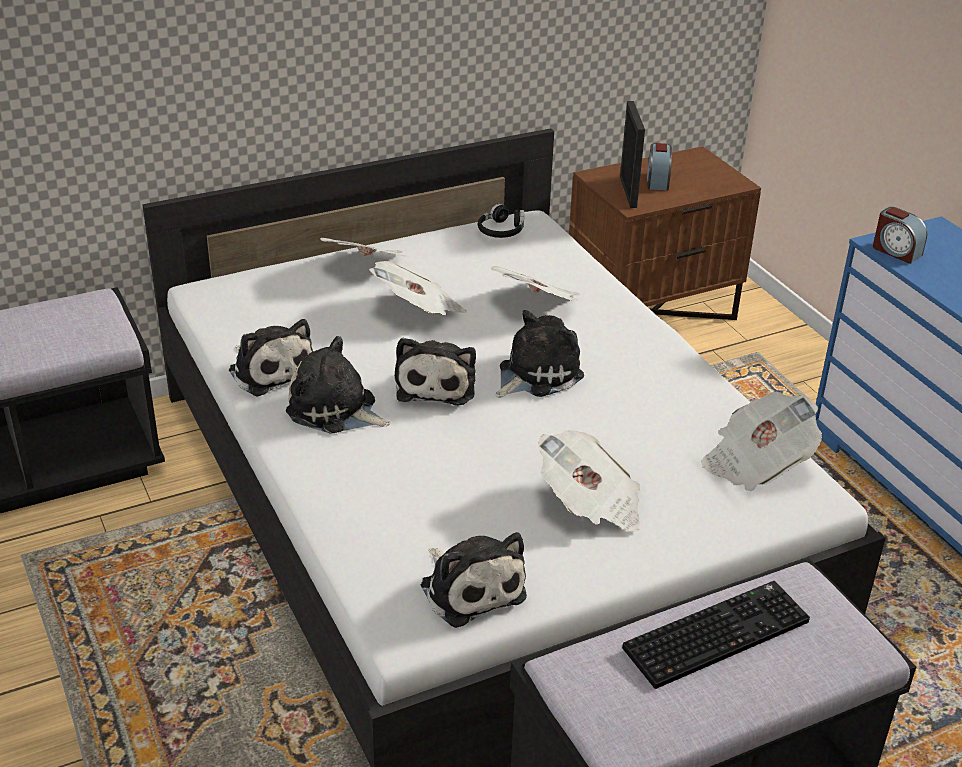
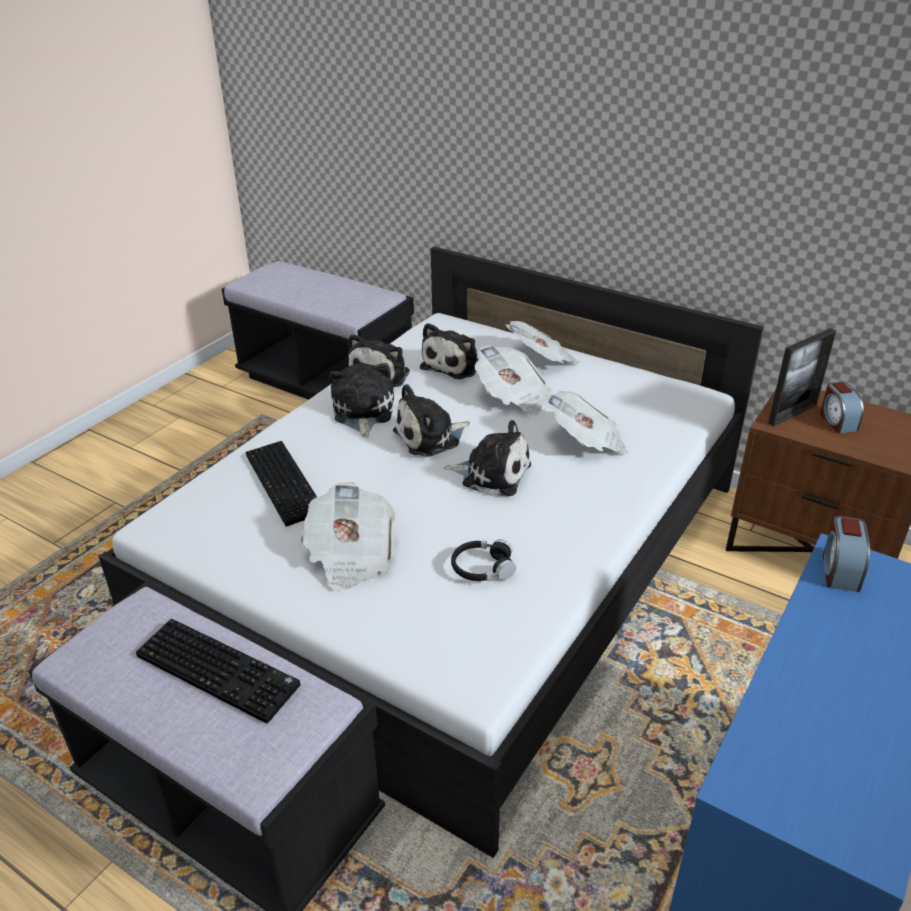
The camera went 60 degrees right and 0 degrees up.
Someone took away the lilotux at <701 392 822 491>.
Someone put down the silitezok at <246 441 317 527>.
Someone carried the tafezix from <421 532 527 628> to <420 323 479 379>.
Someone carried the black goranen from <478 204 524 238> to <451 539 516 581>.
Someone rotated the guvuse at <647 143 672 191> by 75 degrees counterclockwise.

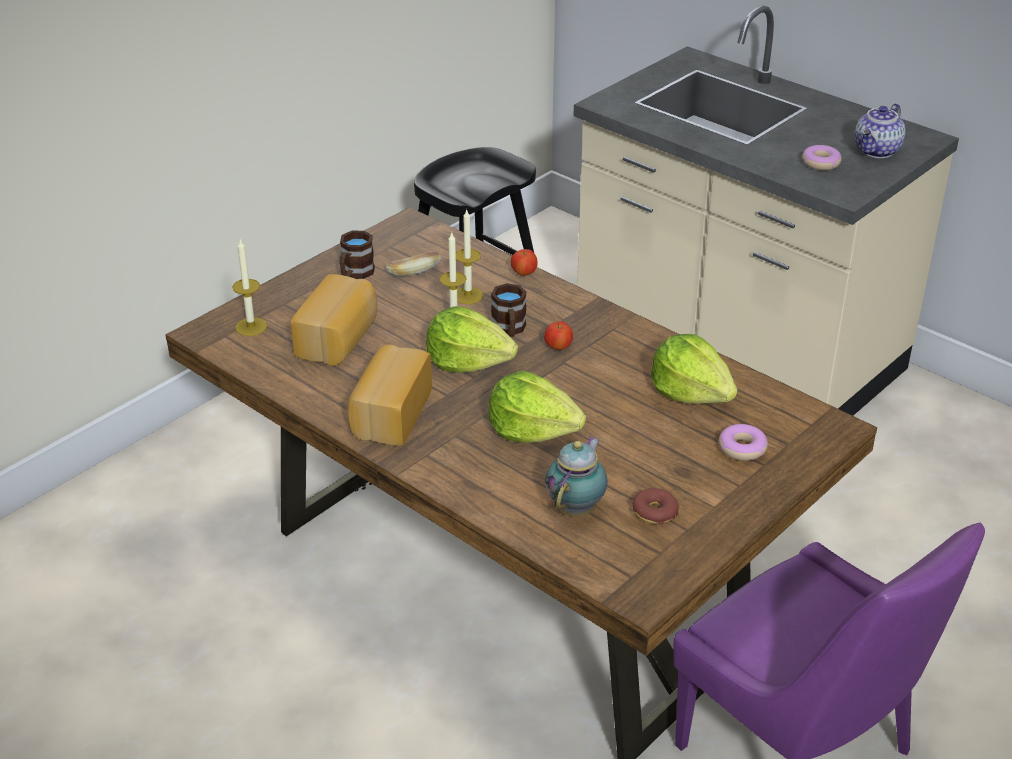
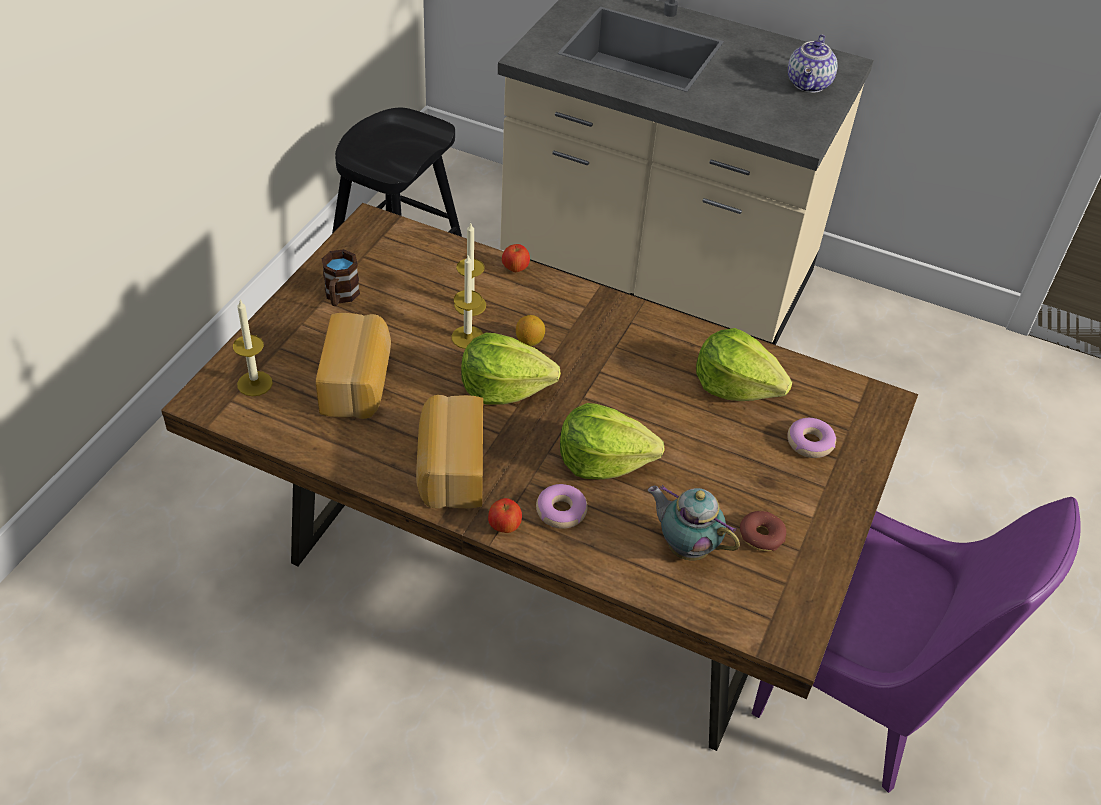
The camera went 20 degrees left and 10 degrees up.
Someone took away the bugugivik at <387 252 441 276>.
Someone carried the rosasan from <544 321 573 350> to <488 498 522 533>.
Someone carried the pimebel from <802 145 842 170> to <536 484 588 529>.
Someone swapped the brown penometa at <491 283 527 337> for the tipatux at <516 315 545 346>.
Someone rotated the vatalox at <545 436 608 516> by 60 degrees counterclockwise.

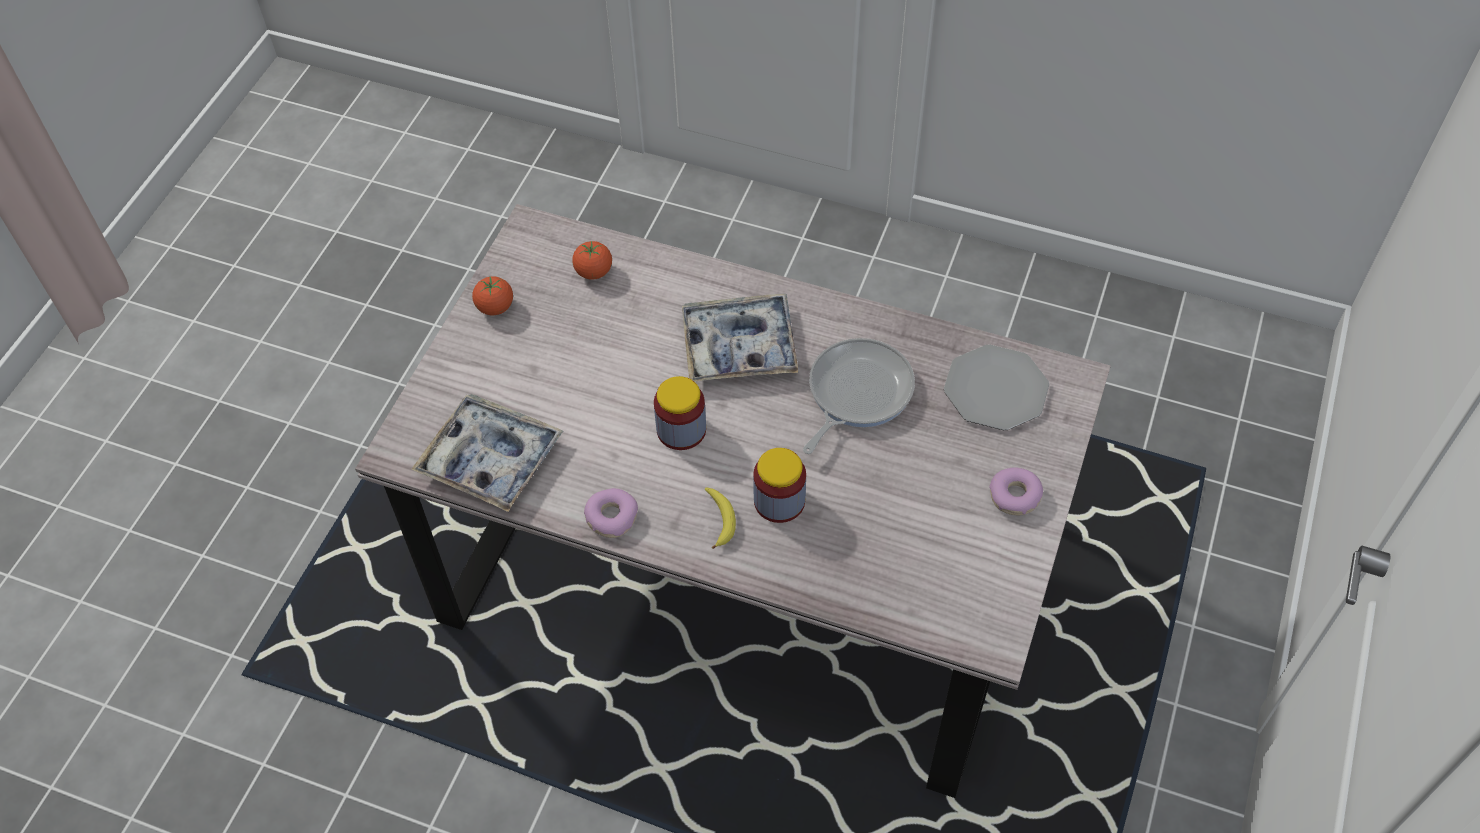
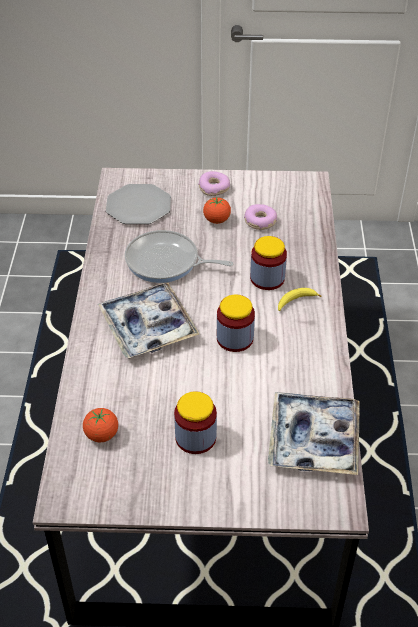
The camera went 110 degrees left and 10 degrees down.
Someone put down the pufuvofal at <174 391 217 454>.
Someone carried the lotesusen from <472 276 513 315> to <203 197 231 224>.
Someone carried the pimebel from <584 488 638 538> to <244 204 277 230>.

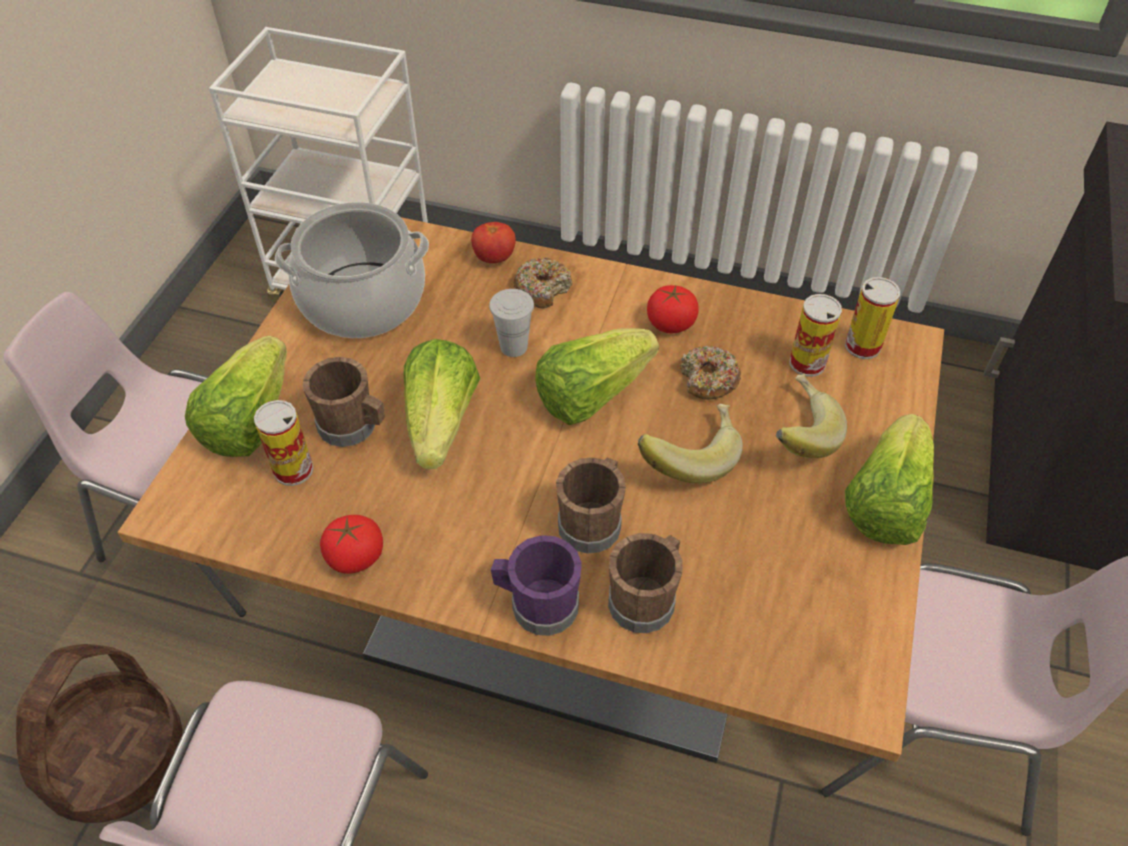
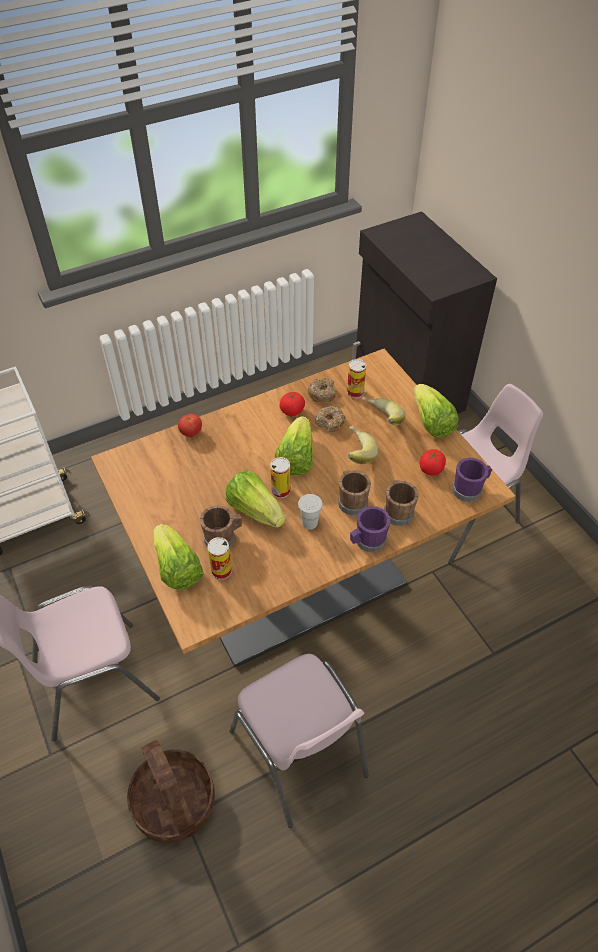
The camera went 45 degrees left and 0 degrees up.
Someone took away the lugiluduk at <275 202 429 338>.
Someone put down the purple penometa at <452 458 492 502>.
Someone carried the lotesusen from <320 515 383 574> to <420 449 446 476>.
Someone carried the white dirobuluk from <489 289 534 357> to <298 494 323 530>.
Someone carried the pimebel from <514 257 573 308> to <308 378 336 402>.
Someone carried the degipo from <845 277 900 359> to <270 457 290 499>.

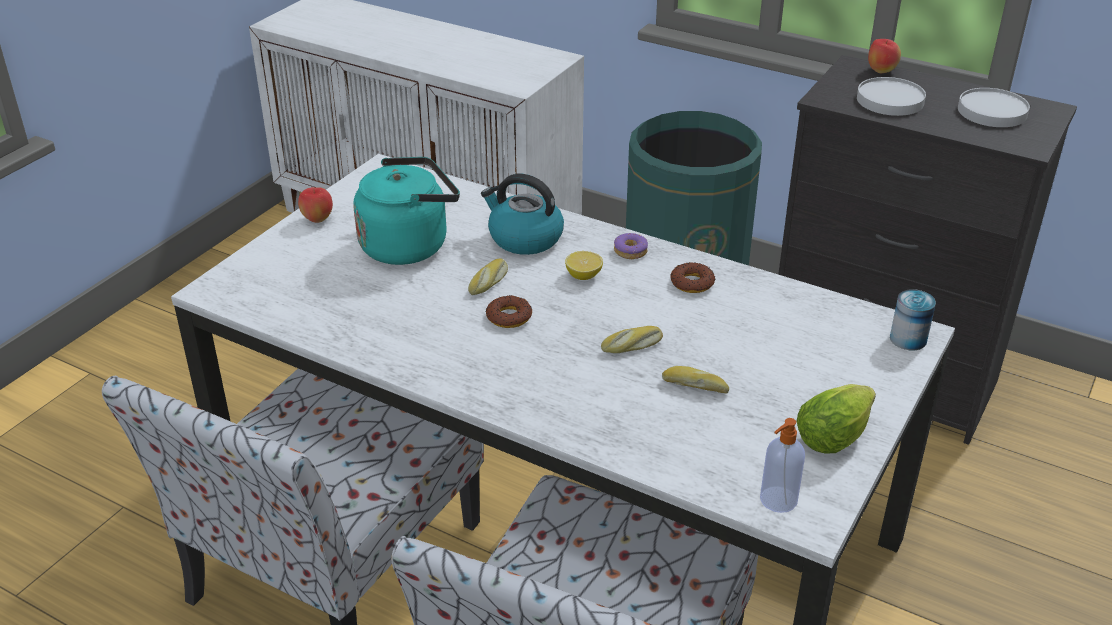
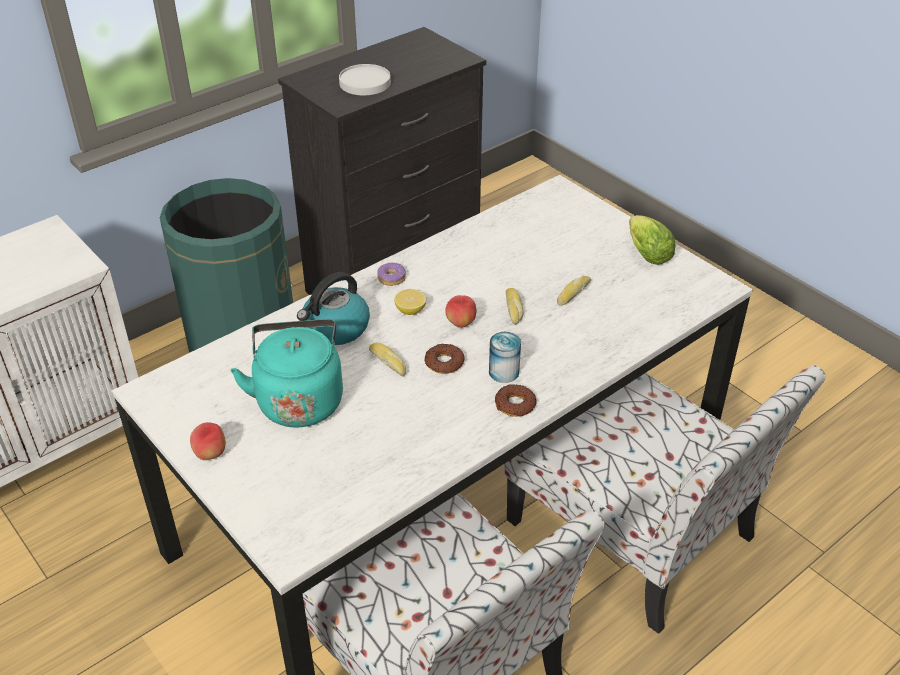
The camera went 70 degrees left and 5 degrees up.
Someone took away the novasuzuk at <760 418 805 513>.
Someone took away the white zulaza at <958 88 1030 127>.
Someone carried the pimebel from <670 262 715 293> to <495 384 537 417>.
Someone carried the rosasan from <868 39 901 73> to <445 295 476 328>.
Someone carried the degipo from <890 289 936 350> to <489 332 521 383>.

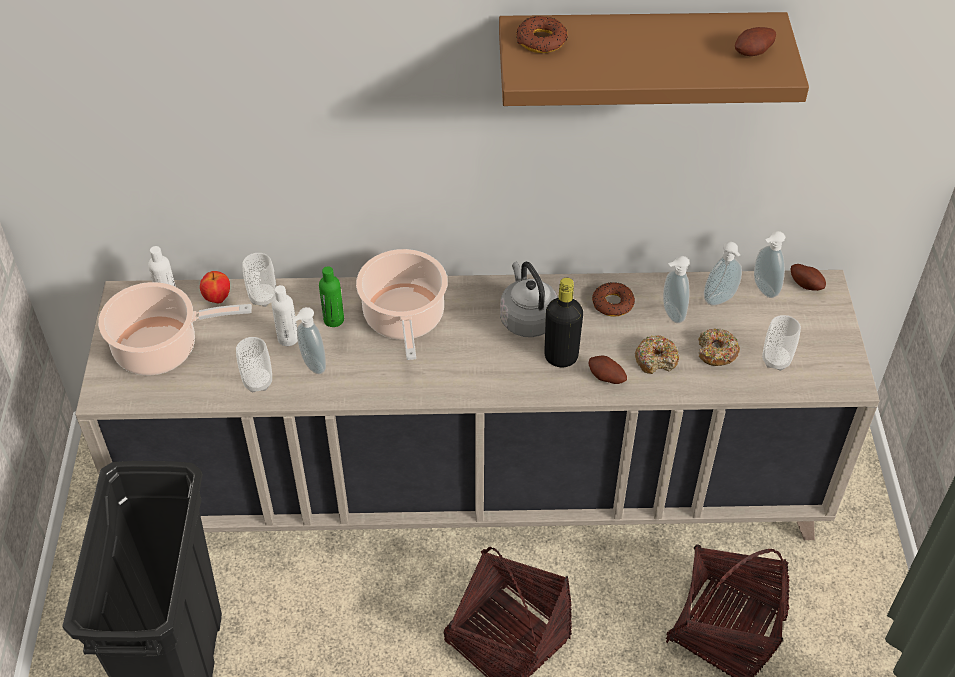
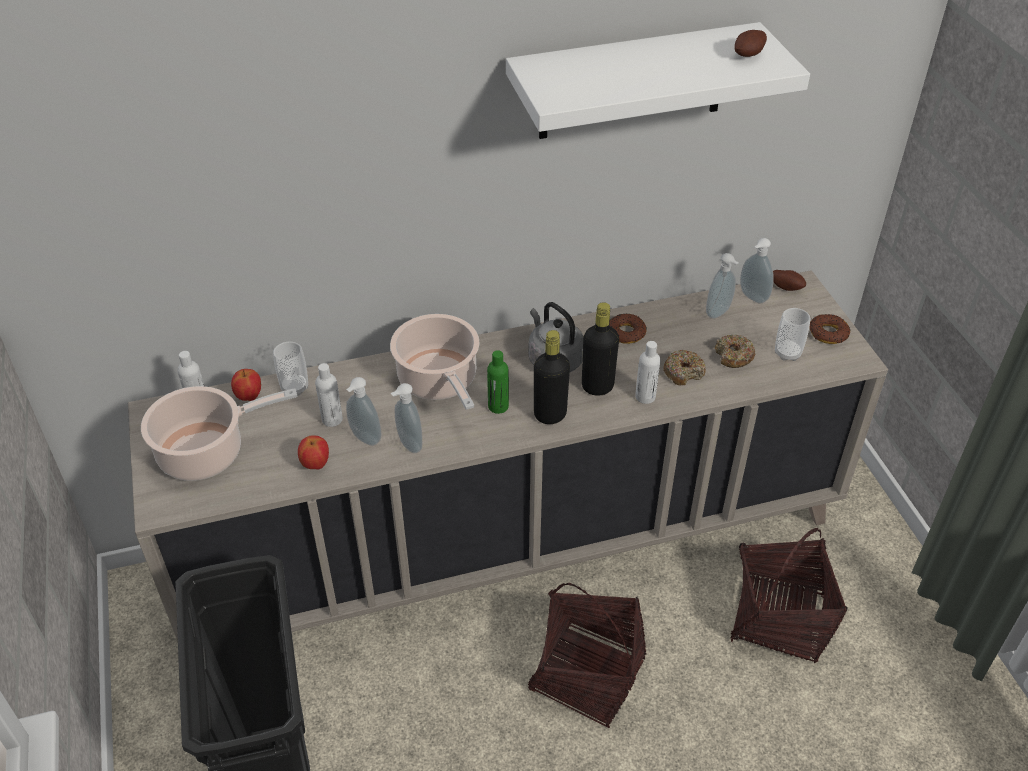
The camera went 15 degrees left and 5 degrees down.
Someone put down the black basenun at <534 330 570 424>.
Someone carried the green basenun from <319 266 344 327> to <487 350 509 414>.
Someone carried the pimebel from <516 16 568 53> to <809 314 850 344>.
Someone carried the novasuzuk from <663 256 690 323> to <391 383 422 453>.
Someone swapped the dirobuluk at <236 337 272 392> for the rosasan at <298 436 329 470>.
Someone swapped the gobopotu at <589 356 627 384> for the white basenun at <635 341 660 404>.
Someone repainted the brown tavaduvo at <499 12 809 106>, which became the white tavaduvo at <506 22 810 139>.

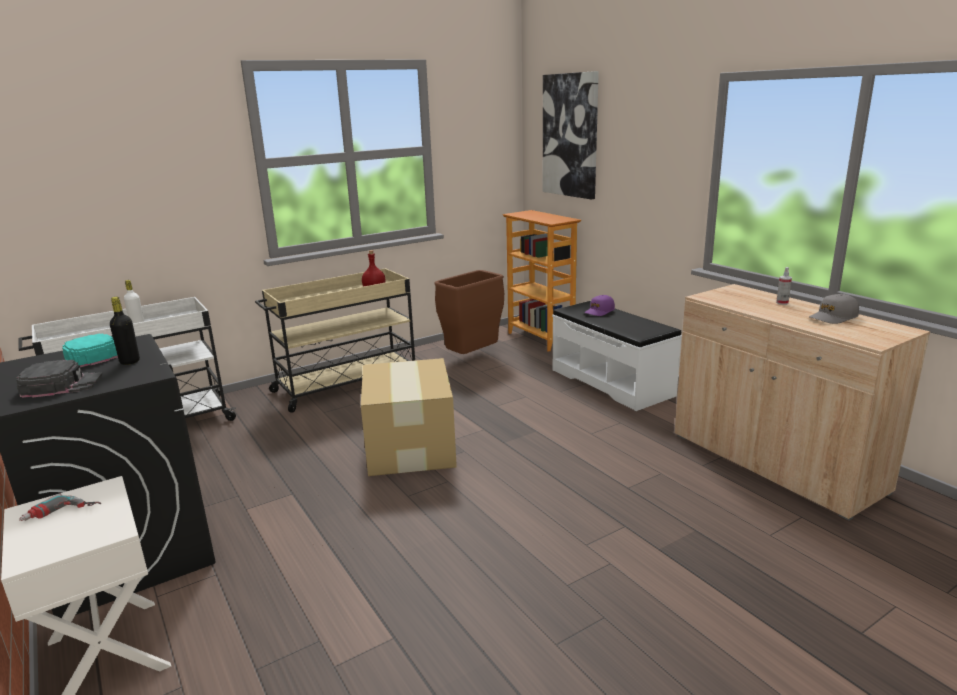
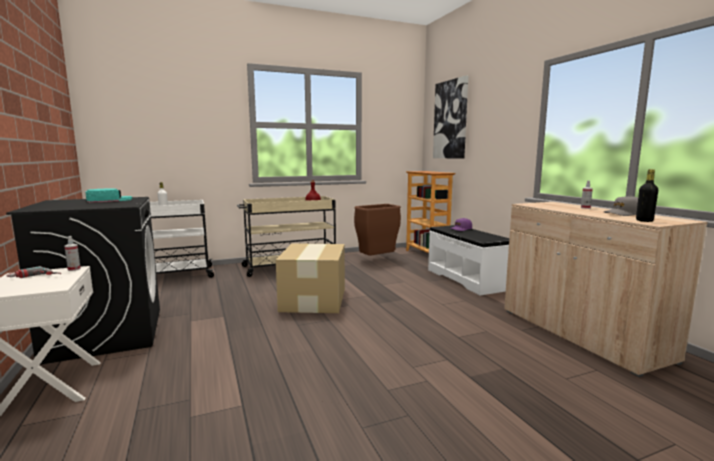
The camera went 10 degrees right and 10 degrees down.
Someone took away the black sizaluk at <16 360 103 398>.
Someone put down the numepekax at <64 236 81 271>.
Someone carried the black basenun from <110 297 140 365> to <636 169 658 222>.

